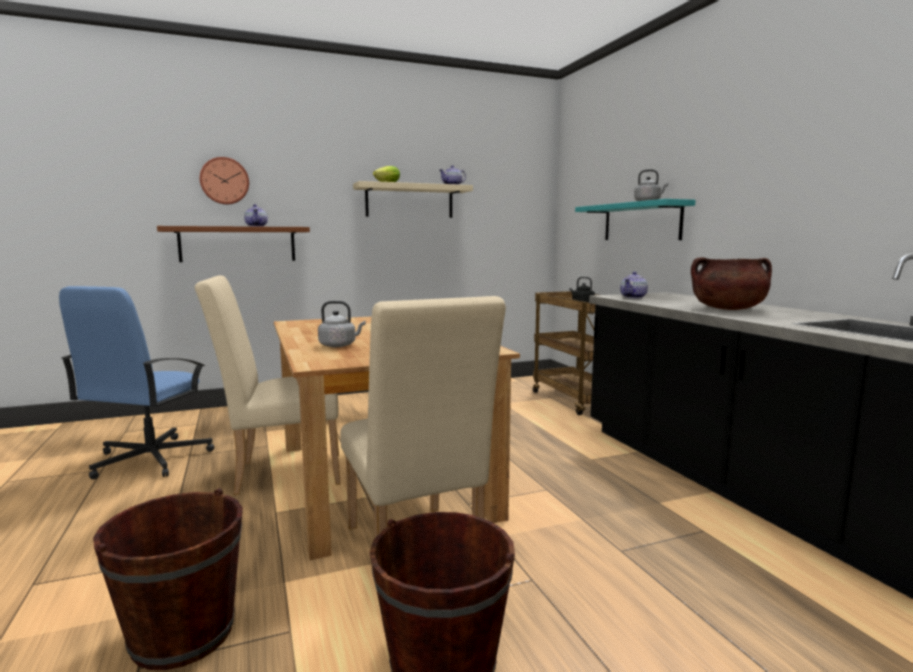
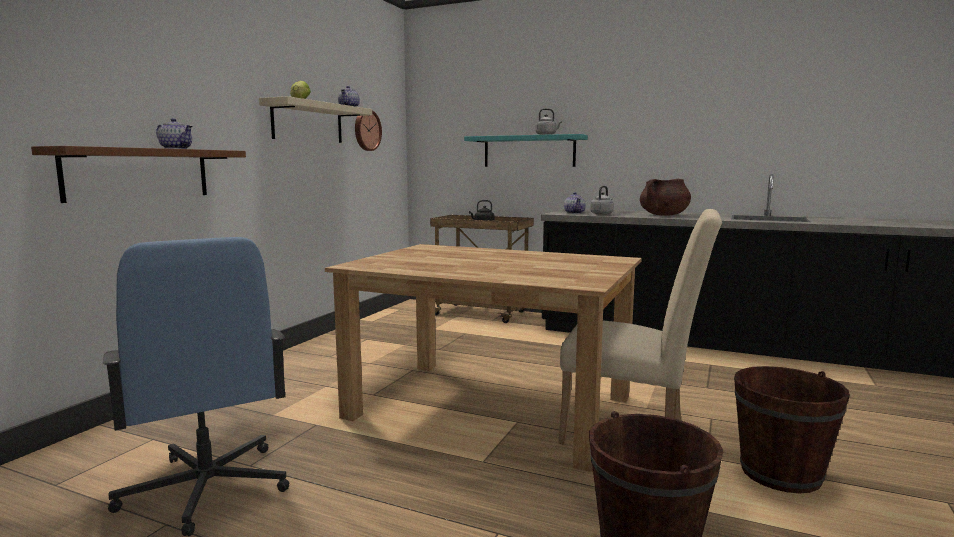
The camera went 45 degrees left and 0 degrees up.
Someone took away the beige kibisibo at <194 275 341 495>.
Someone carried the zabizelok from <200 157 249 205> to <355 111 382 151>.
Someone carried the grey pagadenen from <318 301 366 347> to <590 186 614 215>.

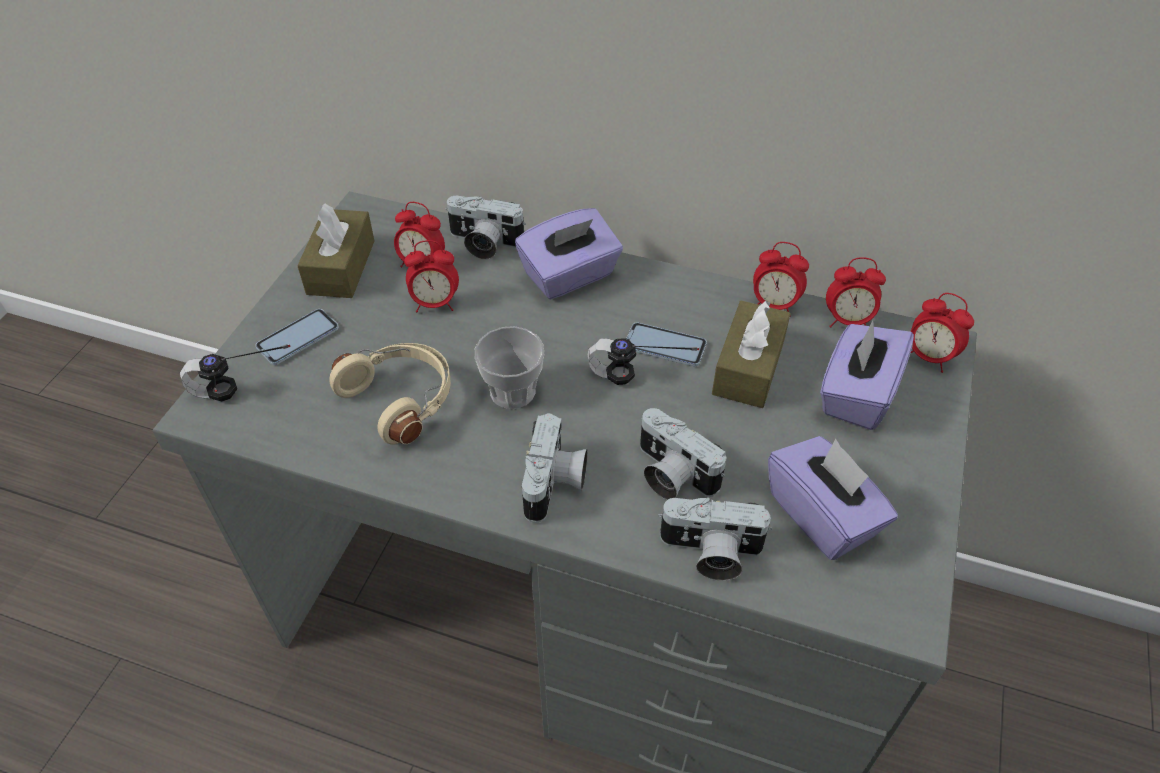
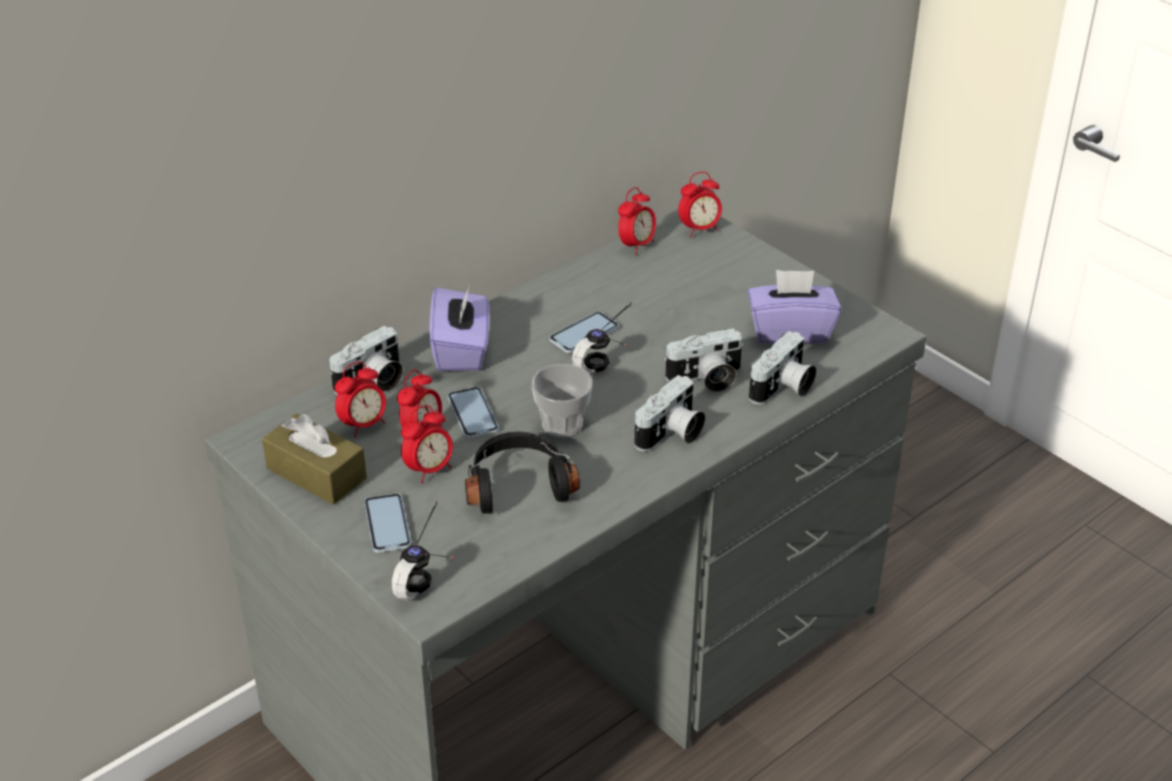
The camera went 60 degrees left and 10 degrees down.
Someone took away the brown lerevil at <712 301 791 408>.
Someone took away the purple lerevil at <820 320 914 430>.
Someone put down the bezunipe at <447 387 499 438>.
Someone carried the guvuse from <753 242 809 317> to <401 405 453 483>.
Someone repainted the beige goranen at <329 343 451 444>, which became the black goranen at <465 431 580 514>.
Someone rotated the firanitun at <522 413 588 523> by 90 degrees clockwise.

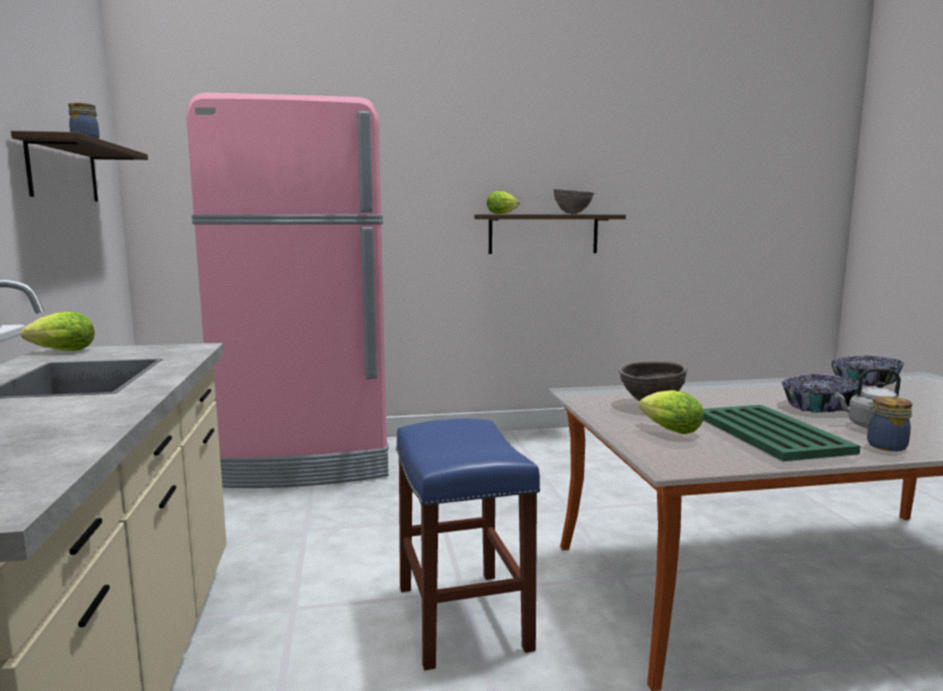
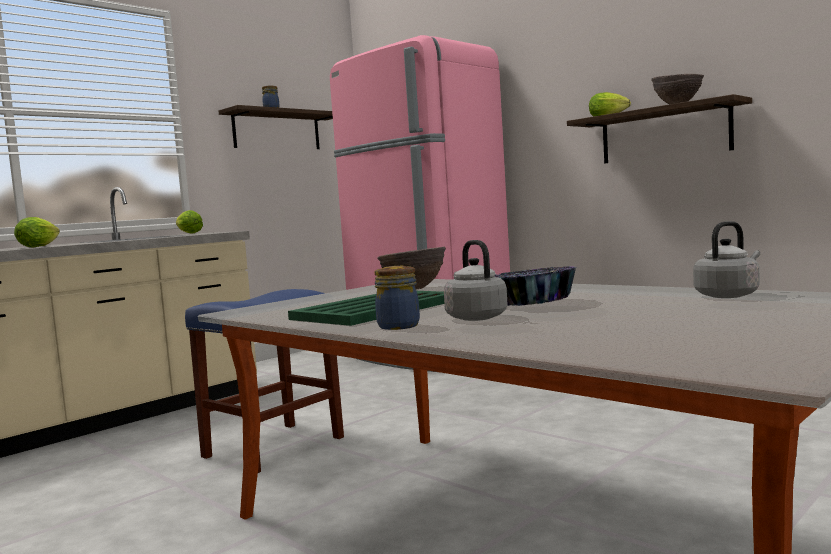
The camera went 55 degrees right and 5 degrees down.
Someone carried the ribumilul from <639 390 704 434> to <14 217 60 248>.
Someone swapped the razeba at <830 356 904 386> for the grey pagadenen at <693 221 760 298>.

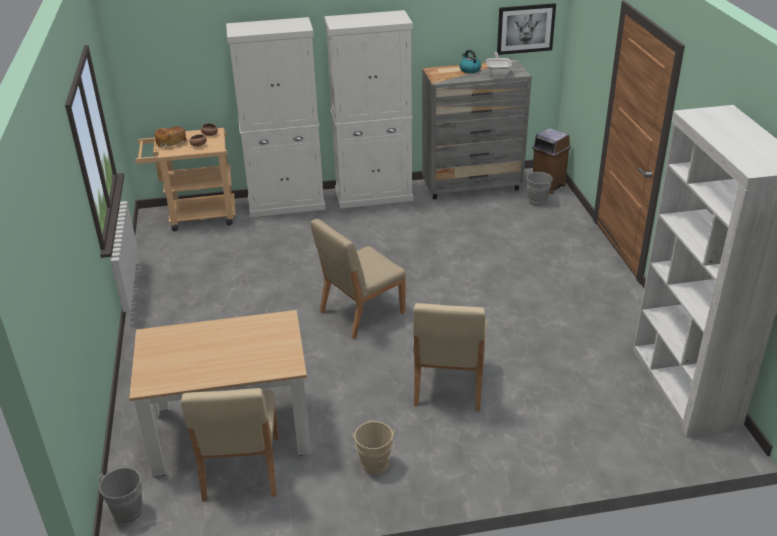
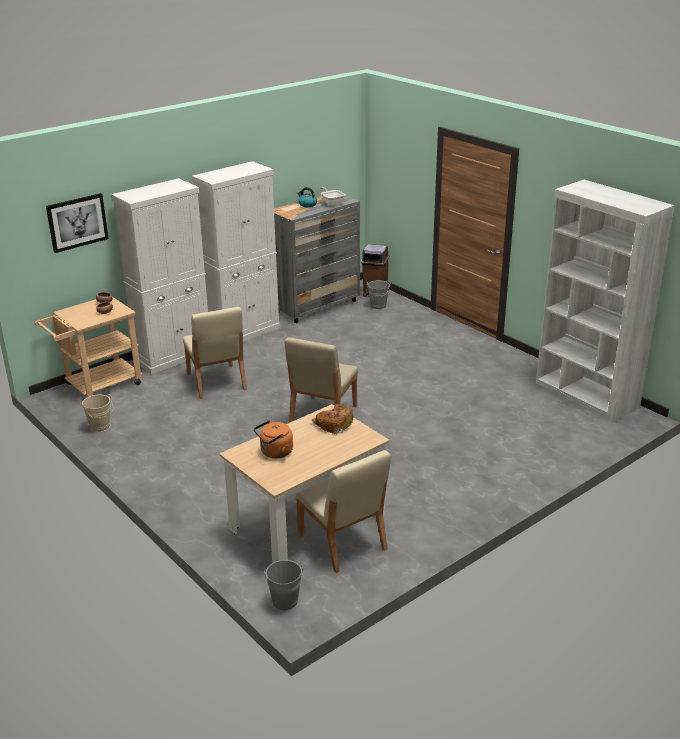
The camera went 30 degrees left and 5 degrees down.
Someone put down the orange pagadenen at <254 420 293 458>.
Someone carried the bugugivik from <155 126 187 148> to <312 404 353 434>.
Someone carried the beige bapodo from <353 421 395 474> to <81 394 113 432>.
Someone carried the beige kibisibo from <413 303 487 411> to <183 307 247 399>.
Someone carried the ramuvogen from <497 3 556 55> to <46 193 109 253>.

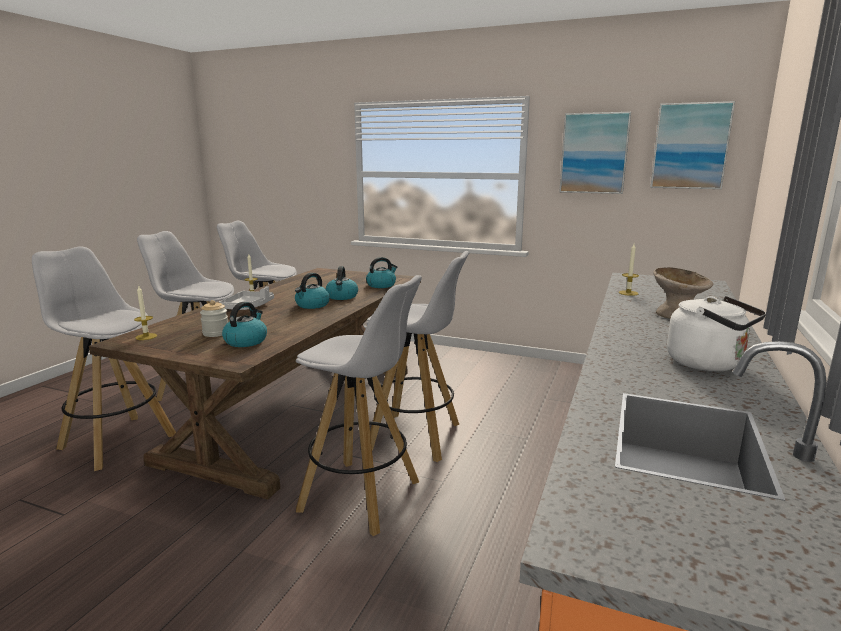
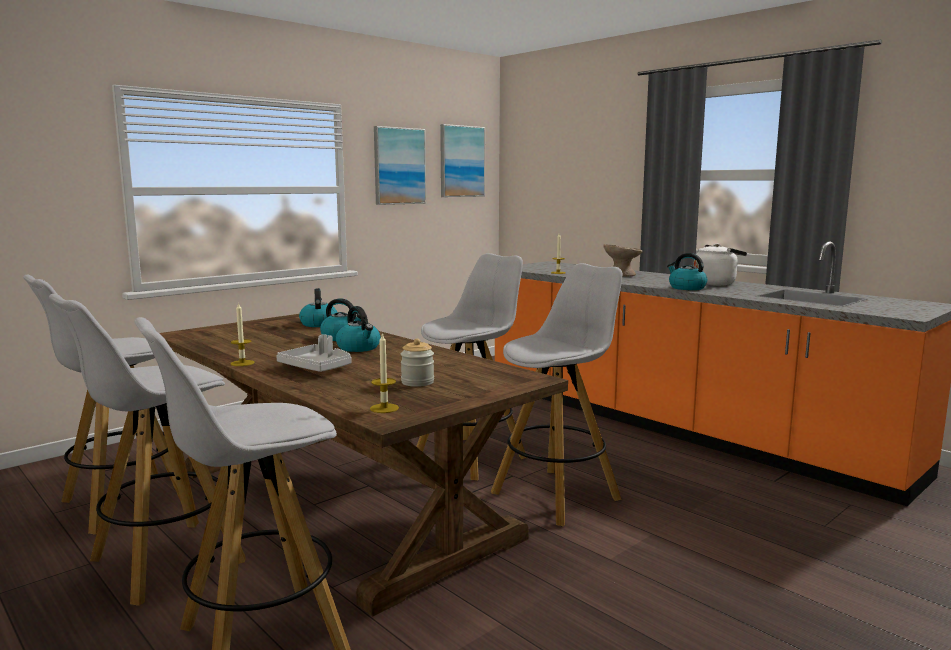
The camera went 65 degrees left and 5 degrees down.
Someone carried the pagadenen from <222 302 267 347> to <667 253 707 290>.

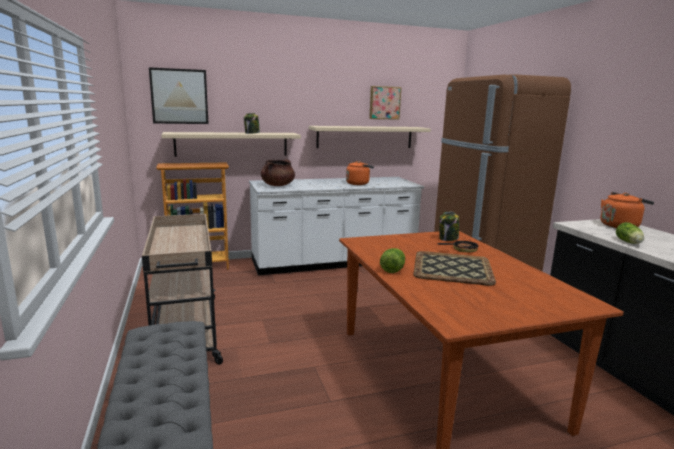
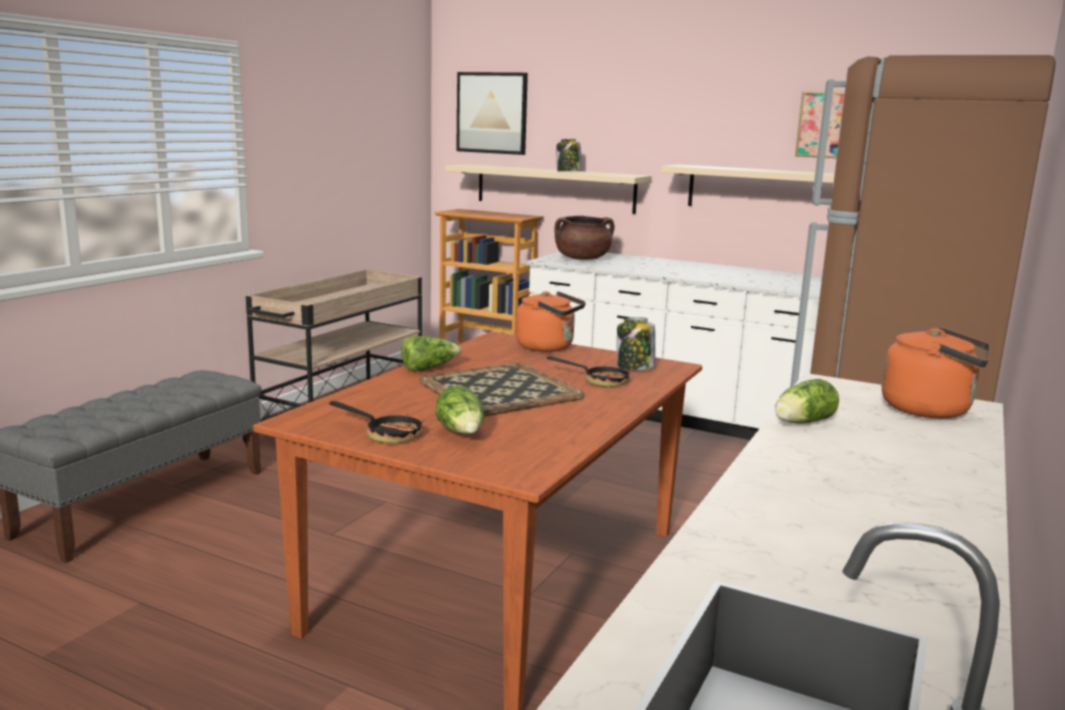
The camera went 45 degrees right and 0 degrees up.
Someone put down the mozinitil at <329 401 424 444>.
Someone put down the ribumilul at <435 385 484 434>.
Someone carried the orange pagadenen from <346 161 374 185> to <516 291 586 352>.

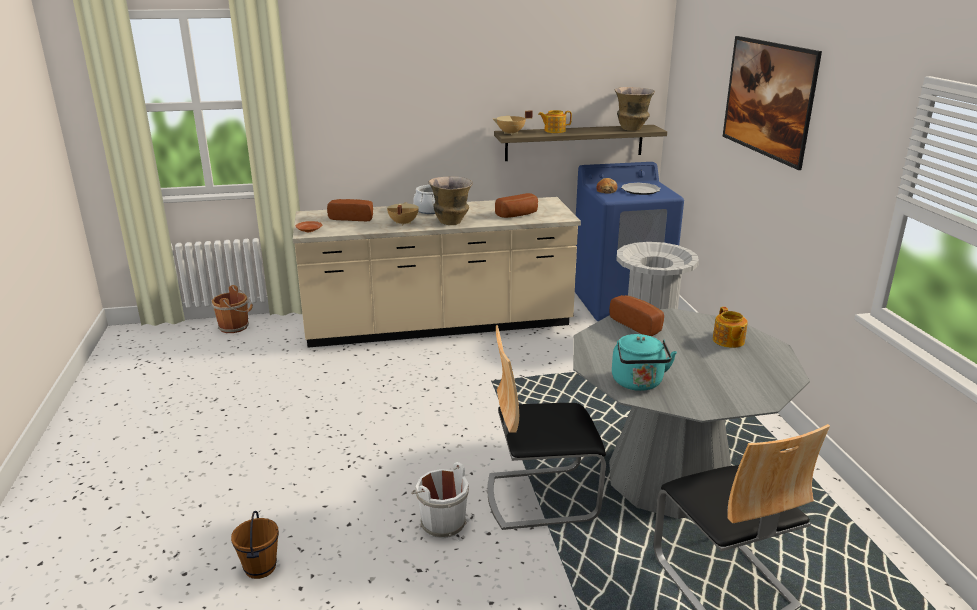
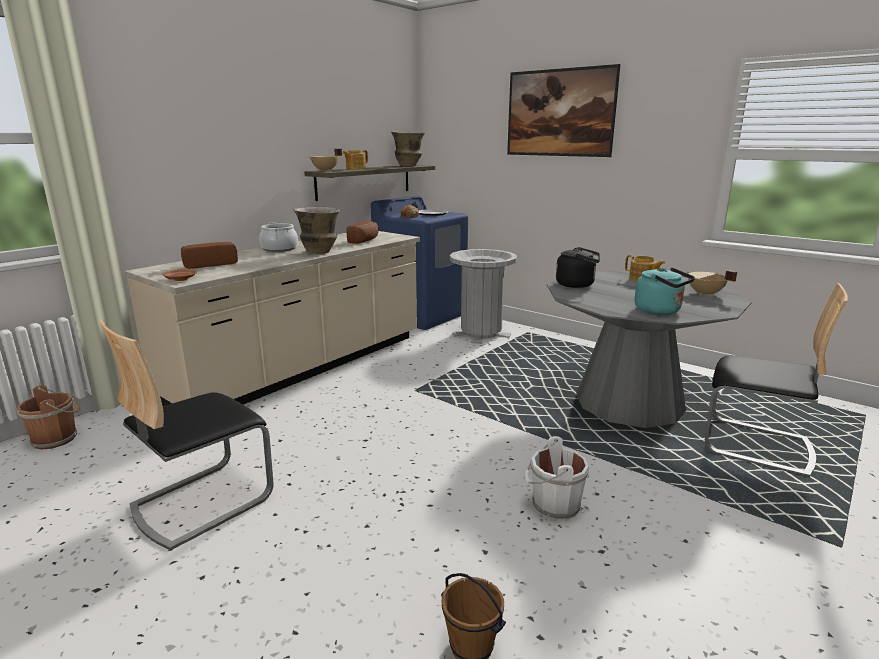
The camera went 40 degrees left and 5 degrees down.
Someone carried the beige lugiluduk from <387 202 419 226> to <686 270 737 296>.
Someone carried the kibisibo from <487 325 606 530> to <99 319 274 550>.
Someone swapped the bugugivik at <609 295 664 336> for the black pagadenen at <556 247 600 288>.

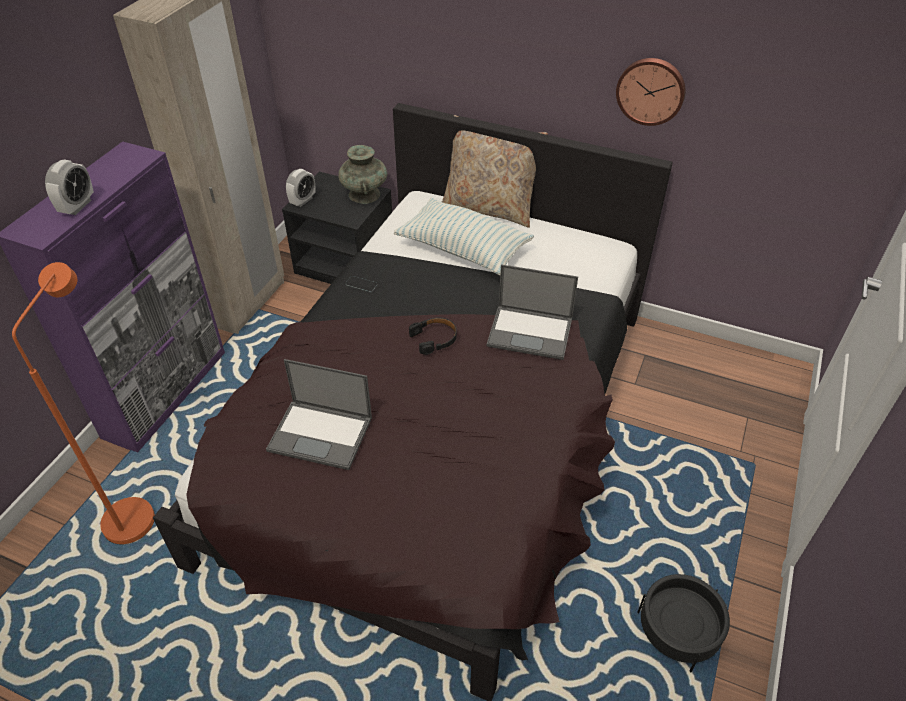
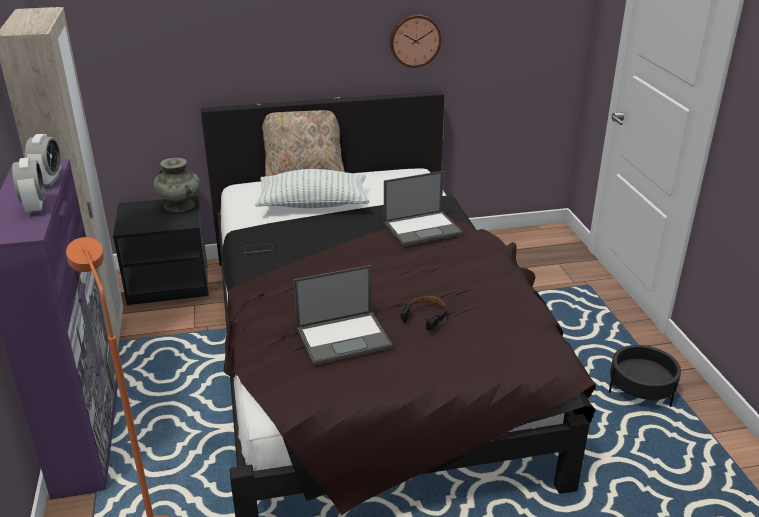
The camera went 35 degrees left and 15 degrees down.
Someone carried the guvuse from <286 169 316 207> to <25 134 61 187>.
Someone carried the black goranen from <409 317 457 355> to <401 295 447 331>.

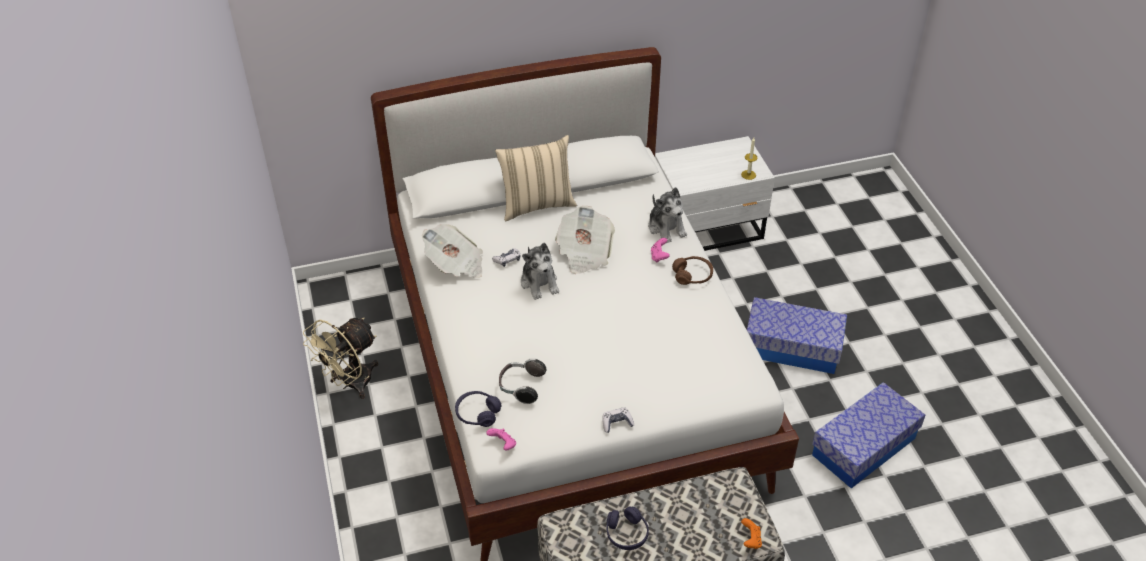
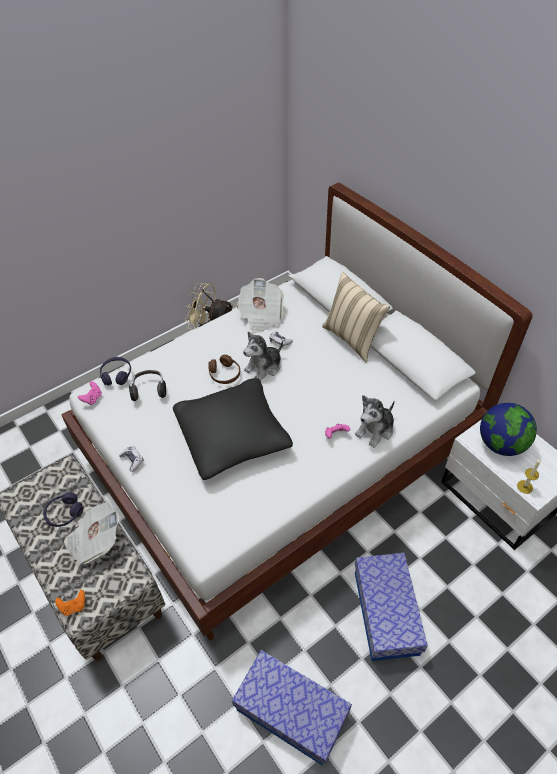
The camera went 70 degrees right and 5 degrees up.
Someone put down the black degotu at <173 378 293 480>.
Someone put down the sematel at <480 403 537 456>.
Someone carried the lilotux from <555 206 615 274> to <64 503 120 566>.
Someone carried the brown goranen from <672 256 713 285> to <208 355 240 384>.

